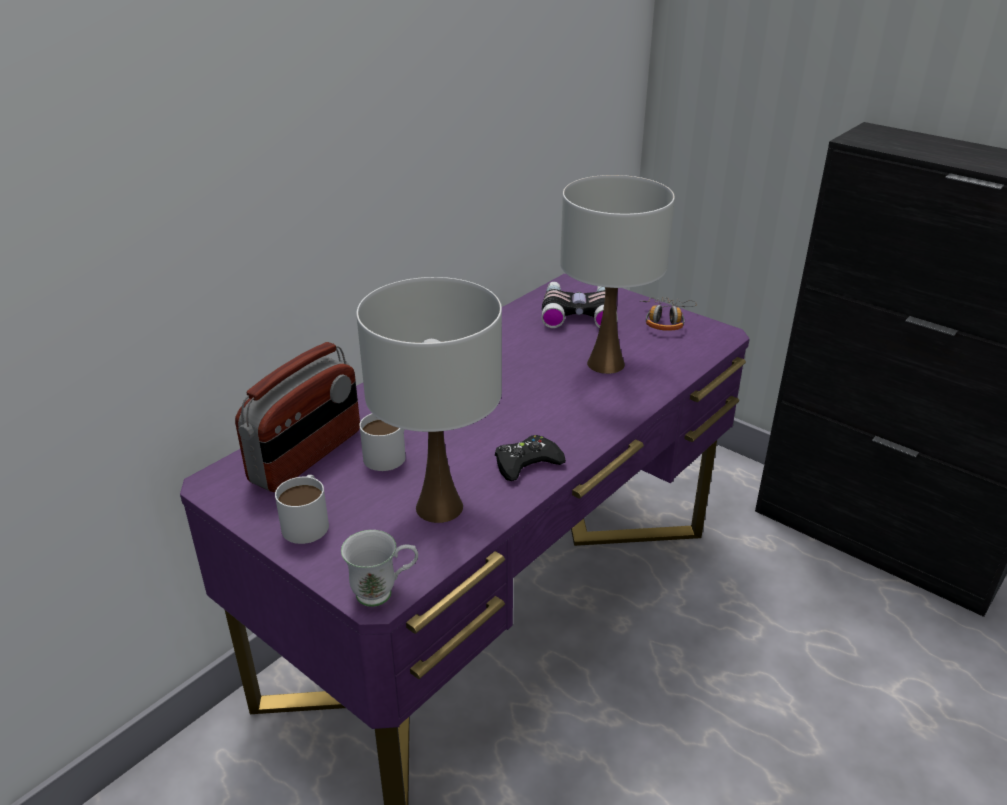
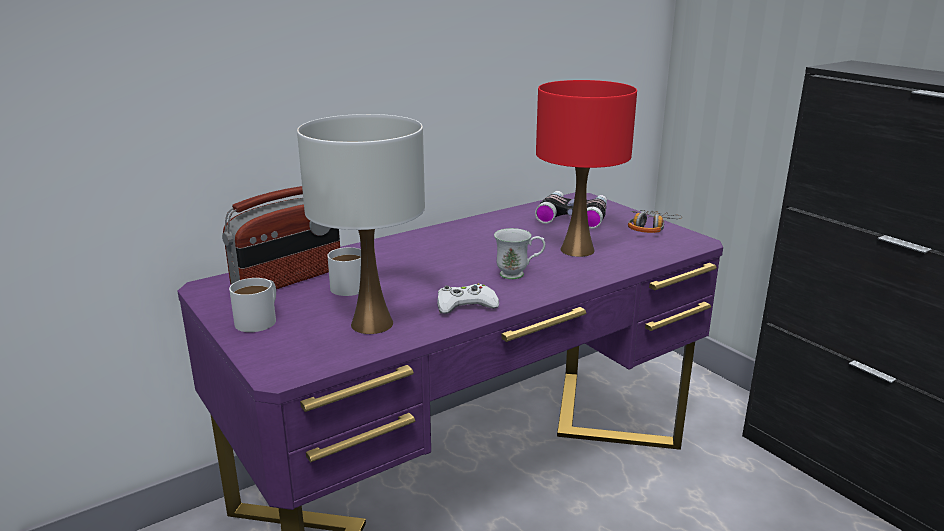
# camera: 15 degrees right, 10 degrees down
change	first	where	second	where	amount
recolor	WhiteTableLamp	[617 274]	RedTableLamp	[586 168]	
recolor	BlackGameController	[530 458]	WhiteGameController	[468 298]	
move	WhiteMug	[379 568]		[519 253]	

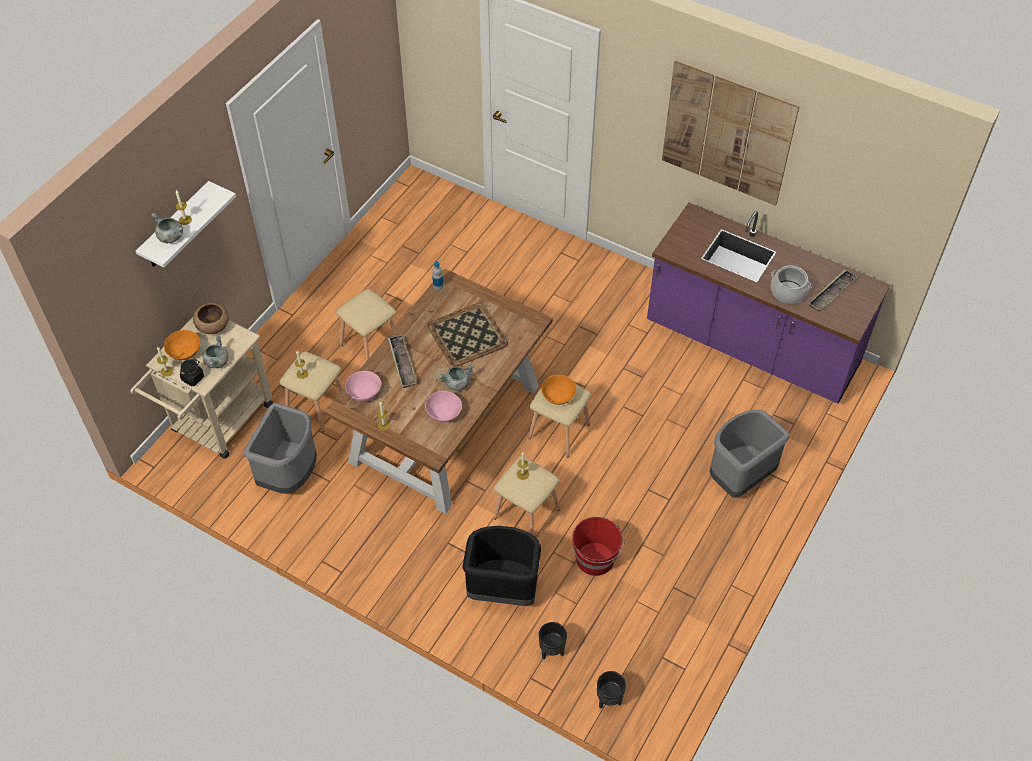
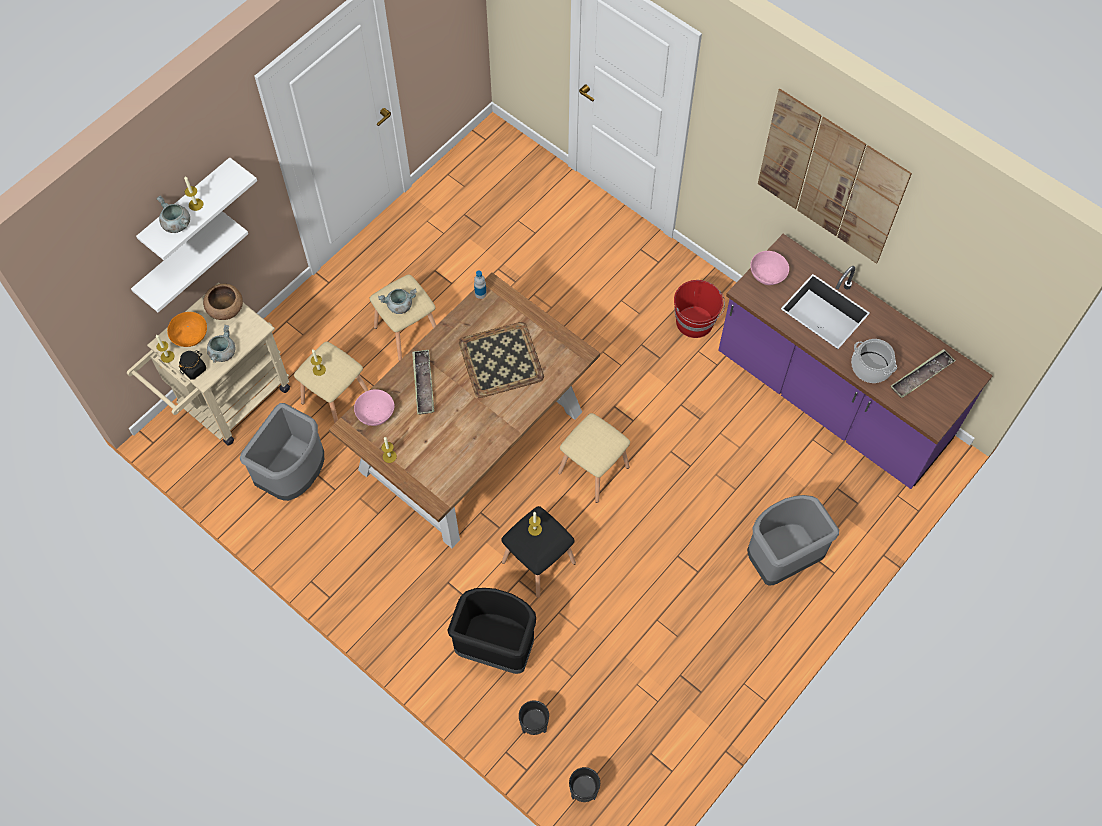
# camera: 10 degrees right, 10 degrees up
change	first	where	second	where	amount
move	GreyCookingPot	[456 377]		[397 301]	
delete	OrangeBowl	[559 390]			
move	PinkBowl	[443 407]		[769 268]	
recolor	BeigeStool	[526 496]	BlackStool	[538 552]	
move	RedBucket	[598 546]		[699 309]	
insert			WhiteShelf	[189 261]	

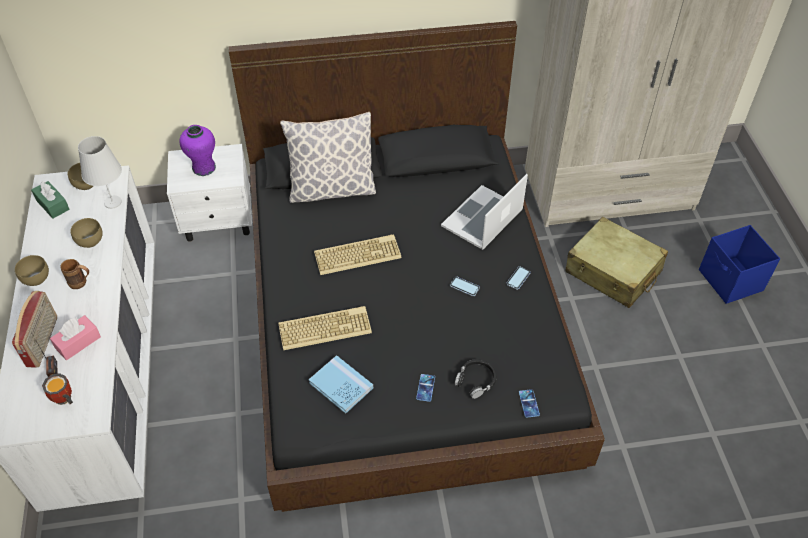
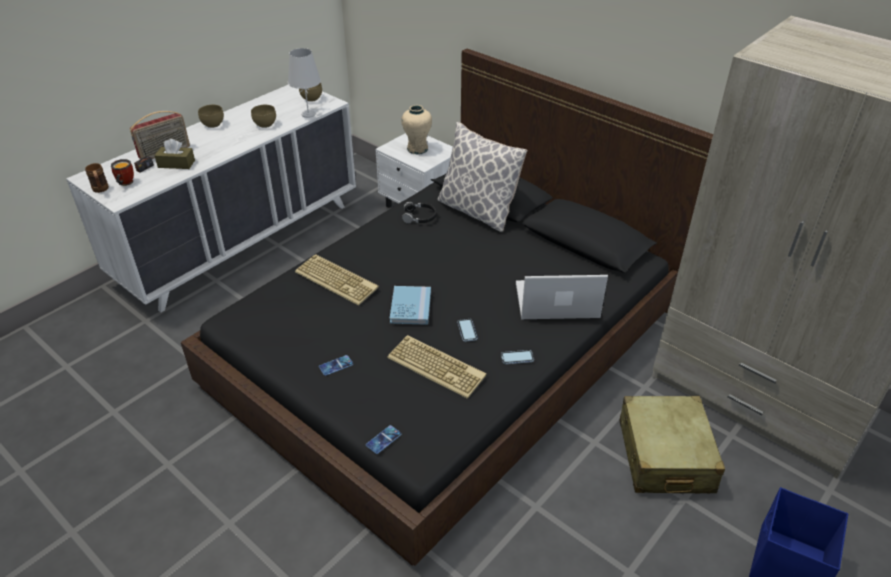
# camera: 50 degrees right, 10 degrees down
change	first	where	second	where	amount
recolor	PurpleVase	[197 150]	BeigeVase	[416 129]	
delete	GreenTissueBox	[50 200]			
move	Keyboard	[358 254]		[437 367]	
move	BrownMug	[74 274]		[97 178]	
recolor	PinkTissueBox	[75 337]	BrownTissueBox	[174 154]	
move	BlueBook	[341 384]		[410 305]	
move	BlackHeadphones	[475 379]		[419 213]	

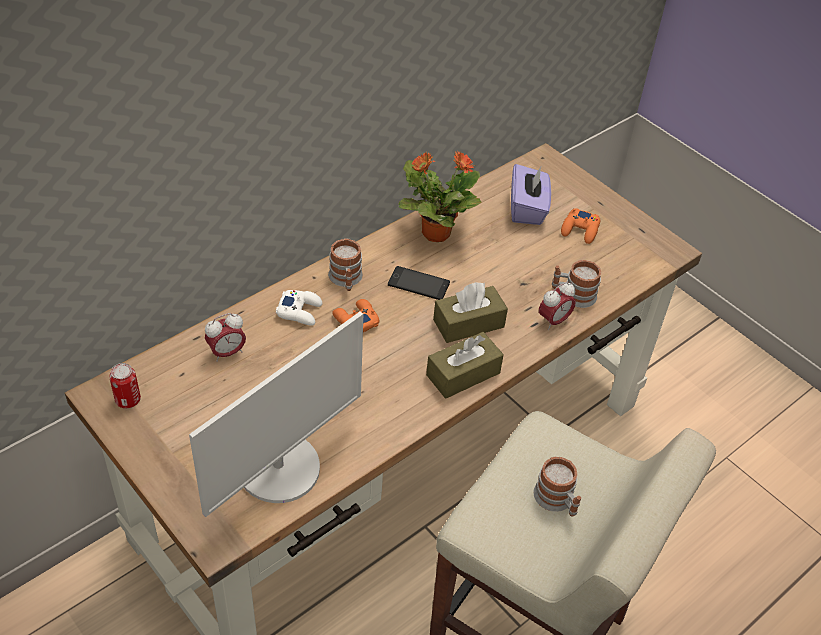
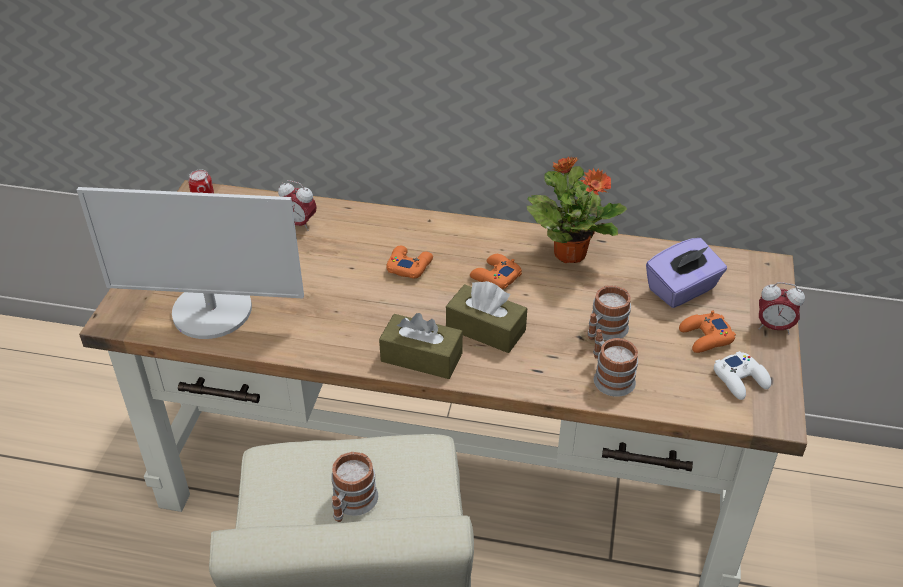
# camera: 55 degrees right, 5 degrees down
change	first	where	second	where	amount
move	Mug	[345 265]		[609 313]	
replace	Phone	[419 283]	OrangeGameController	[496 271]	
move	AlarmClock	[557 306]		[781 308]	
move	WhiteGameController	[299 308]		[742 375]	

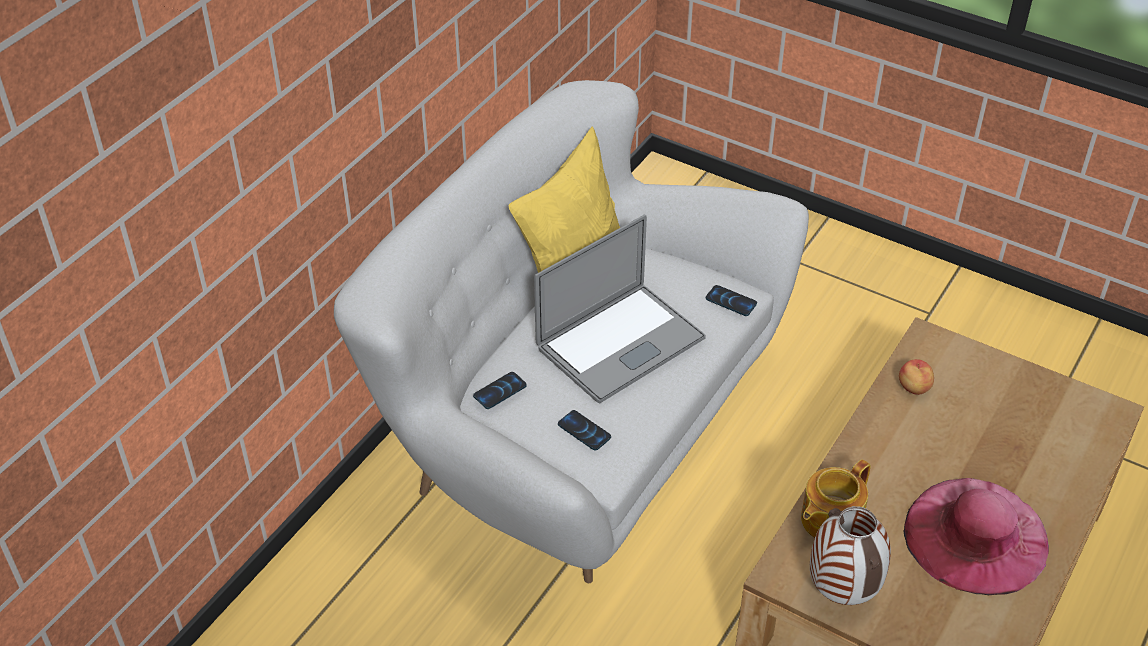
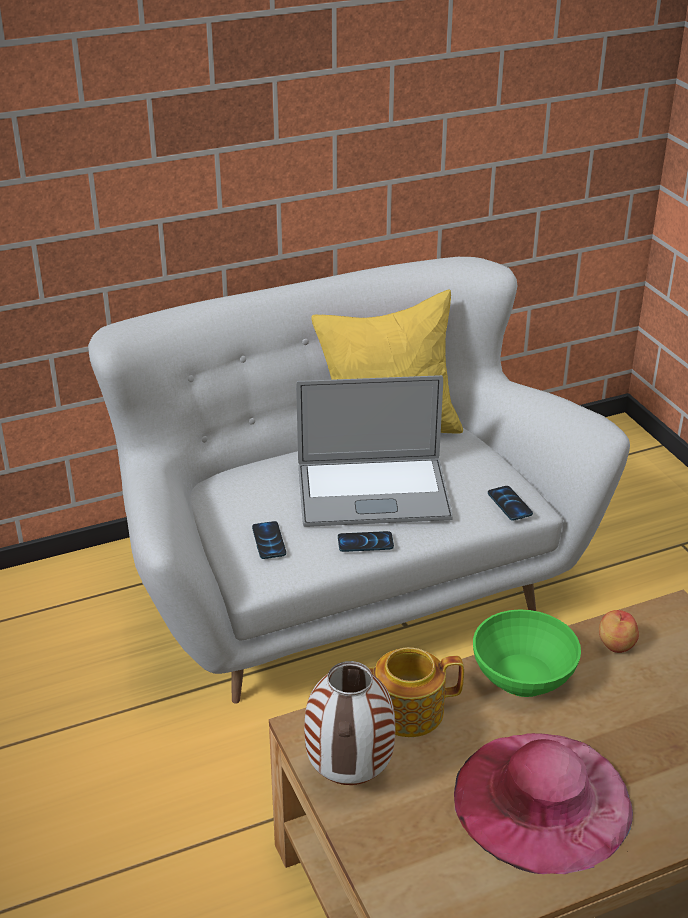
# camera: 35 degrees right, 10 degrees down
change	first	where	second	where	amount
move	Phone	[500 390]		[366 541]	
insert			GreenBowl	[527 653]	

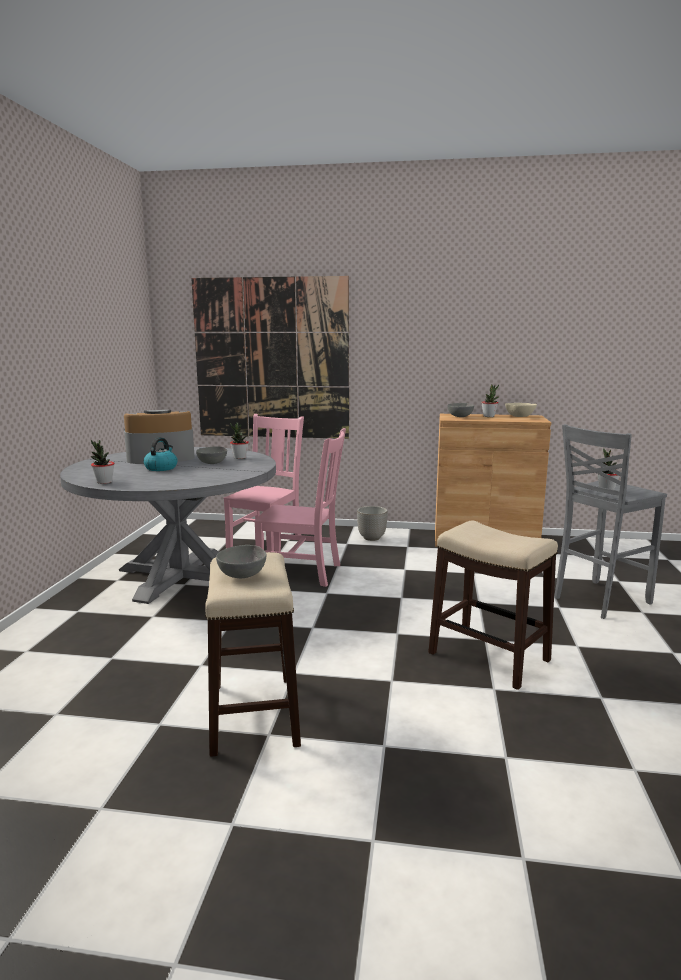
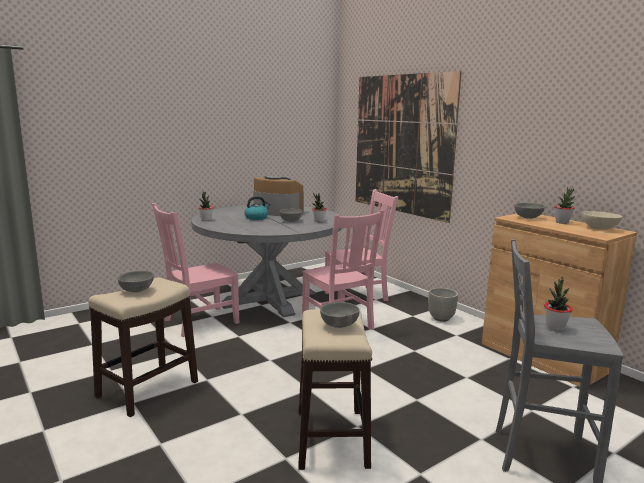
# camera: 45 degrees right, 0 degrees up
change	first	where	second	where	amount
insert			PinkChair	[196 270]	
insert			GreyBowl	[340 315]	

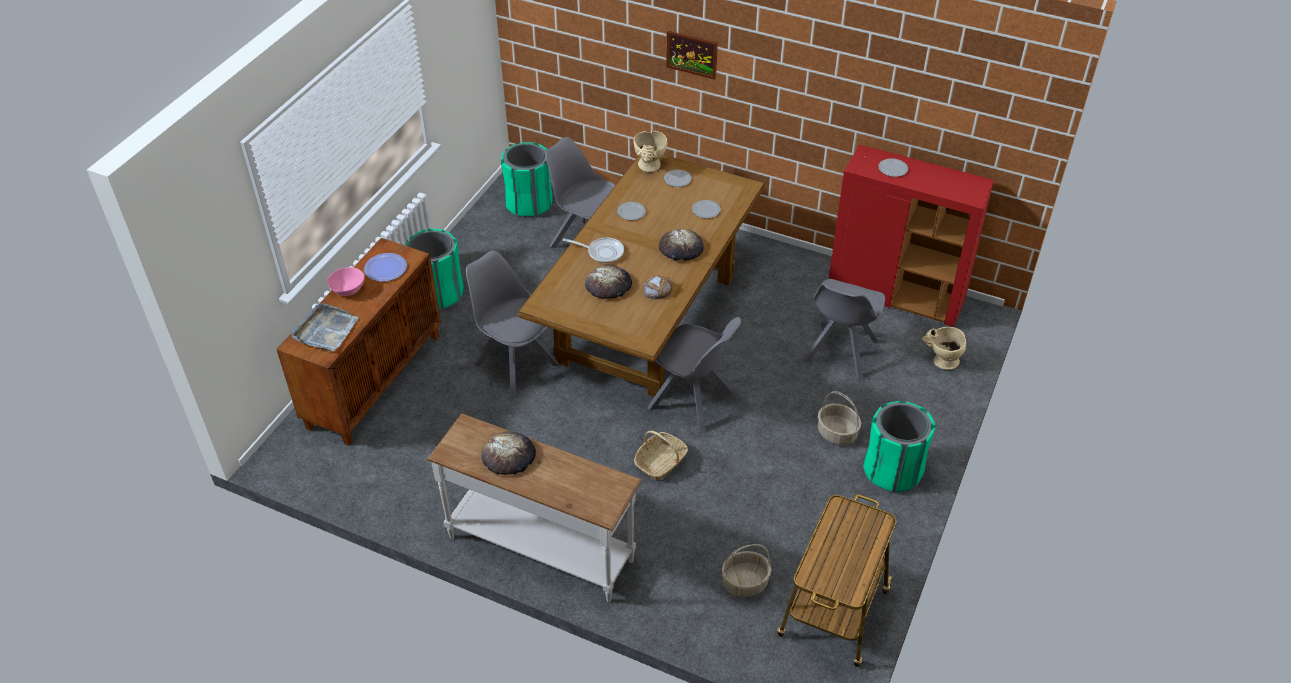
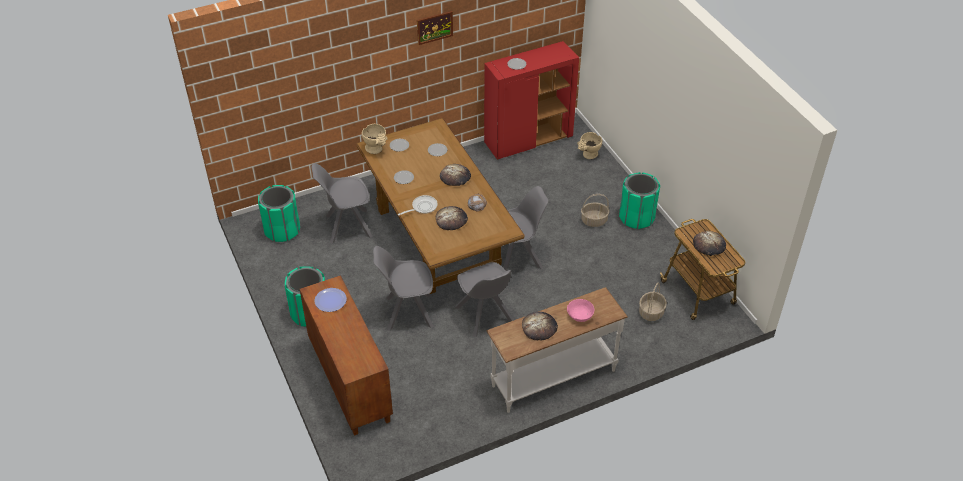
# camera: 50 degrees left, 0 degrees up
change	first	where	second	where	amount
move	Picture	[692 55]		[435 28]	
move	PinkBowl	[346 281]		[580 310]	
move	GreyChair	[844 329]		[484 299]	
delete	GreyTray	[325 327]			
delete	Basket	[661 455]			
insert			Bread	[709 243]	

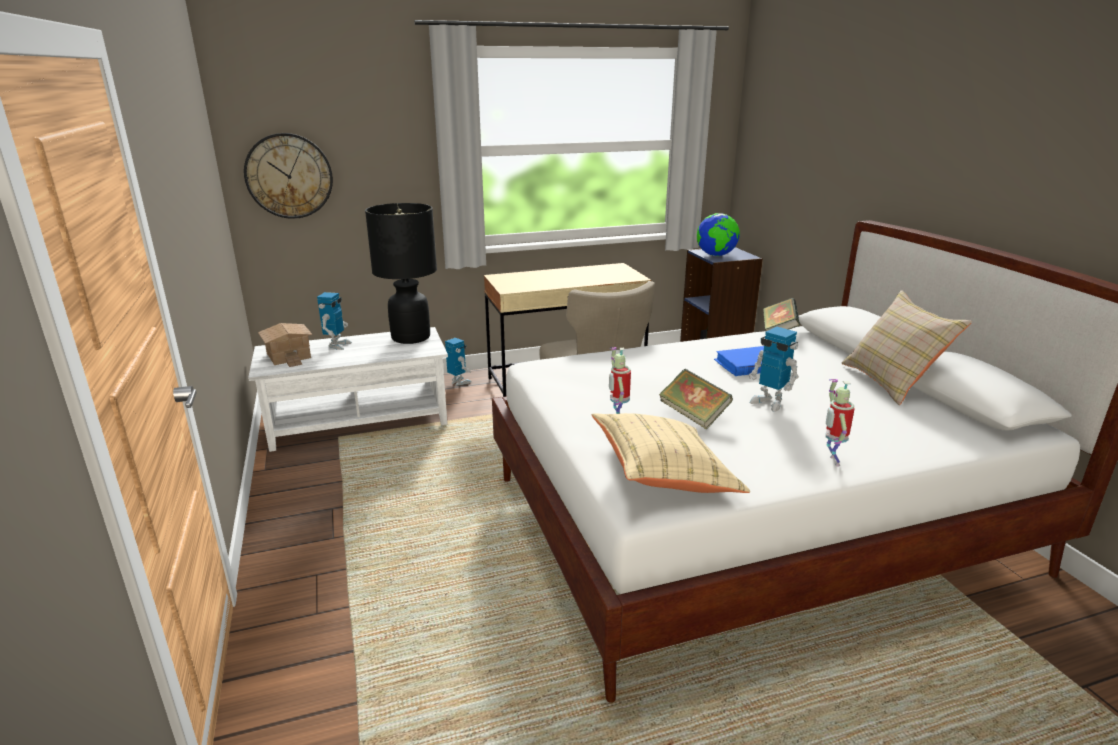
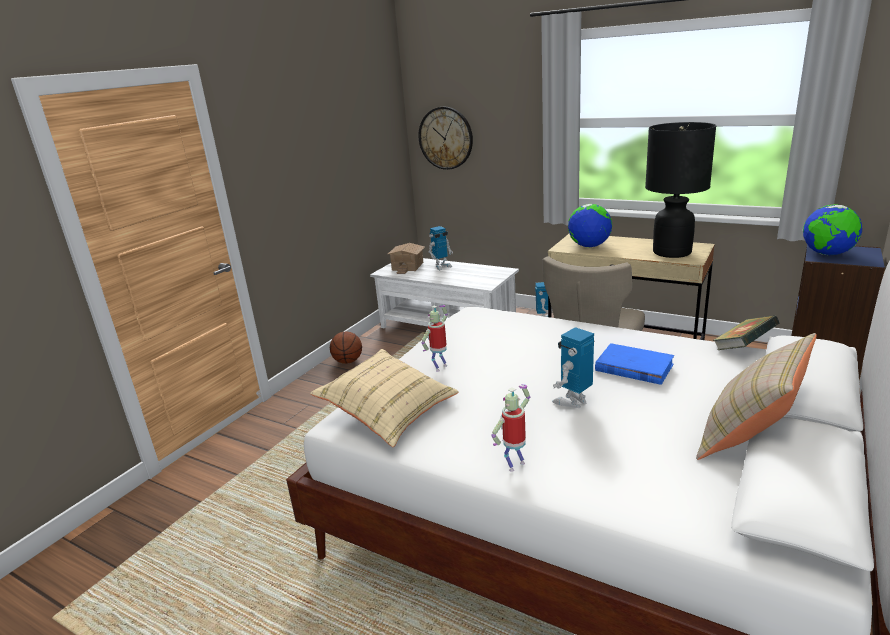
# camera: 50 degrees right, 0 degrees up
change	first	where	second	where	amount
move	BlackTableLamp	[401 273]		[680 190]	
rotate	ToyRobot	[774 369]		[573 367]	45 degrees clockwise
delete	Book	[696 399]			
insert			Globe	[590 226]	
insert			Basketball	[346 347]	

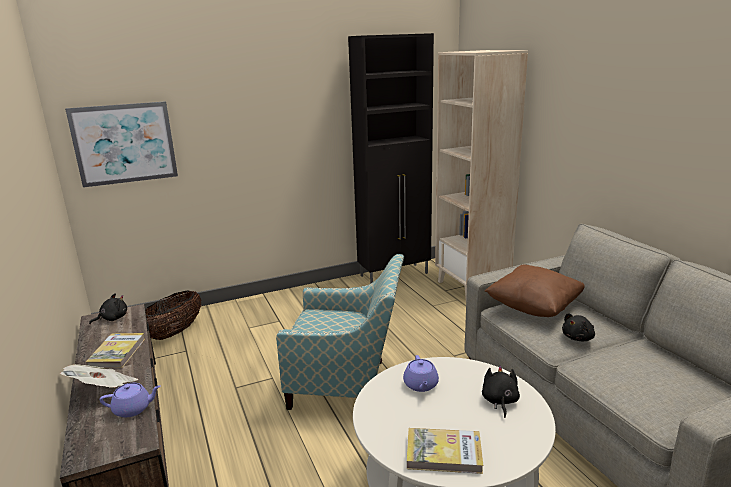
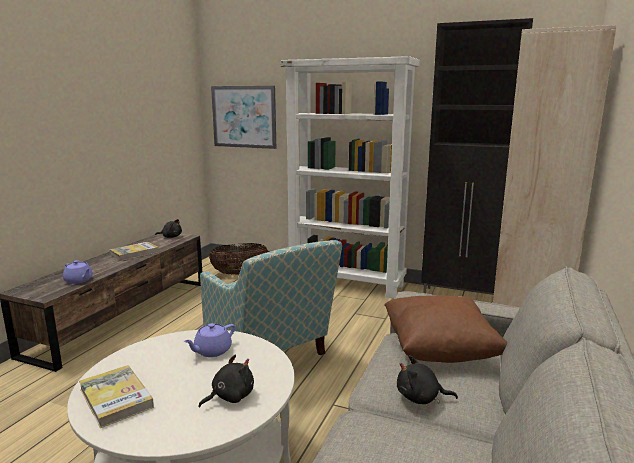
# camera: 45 degrees right, 5 degrees down
change	first	where	second	where	amount
delete	Newspaper	[99 376]			
insert			WhiteBookcase	[350 177]	

